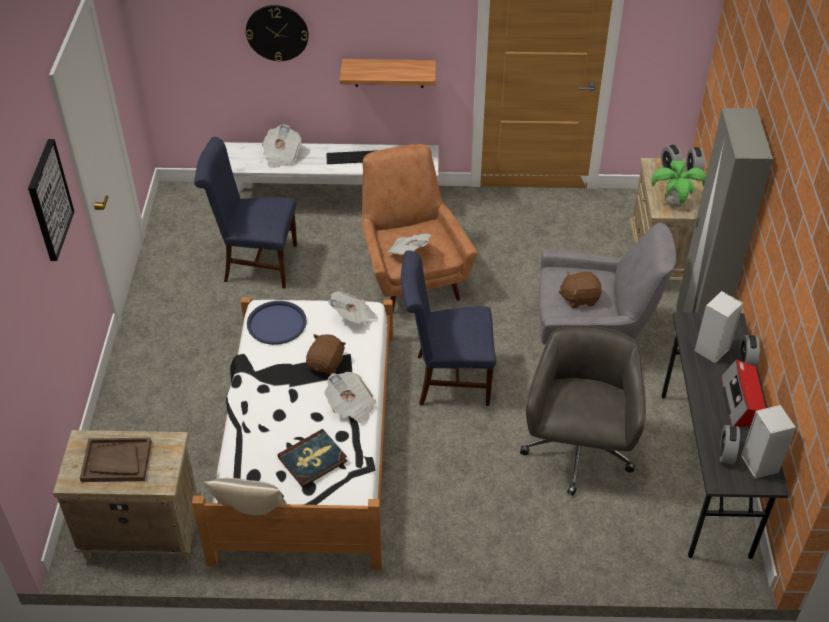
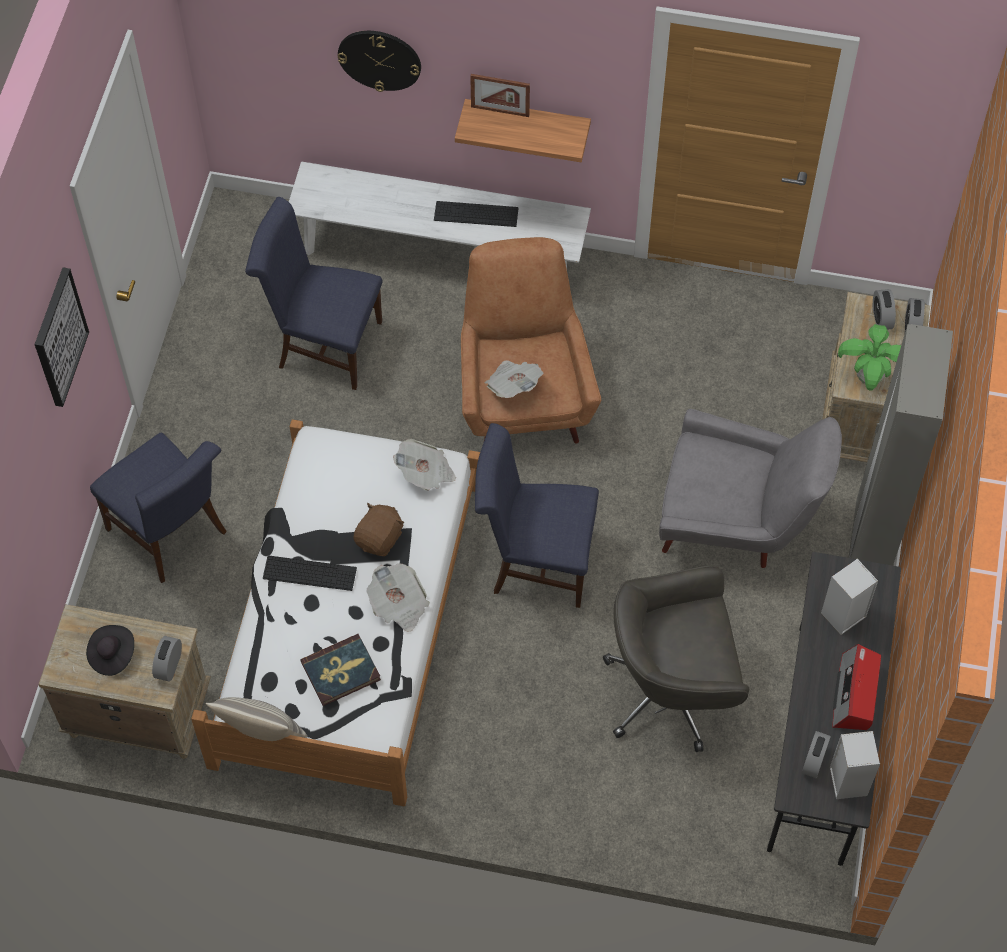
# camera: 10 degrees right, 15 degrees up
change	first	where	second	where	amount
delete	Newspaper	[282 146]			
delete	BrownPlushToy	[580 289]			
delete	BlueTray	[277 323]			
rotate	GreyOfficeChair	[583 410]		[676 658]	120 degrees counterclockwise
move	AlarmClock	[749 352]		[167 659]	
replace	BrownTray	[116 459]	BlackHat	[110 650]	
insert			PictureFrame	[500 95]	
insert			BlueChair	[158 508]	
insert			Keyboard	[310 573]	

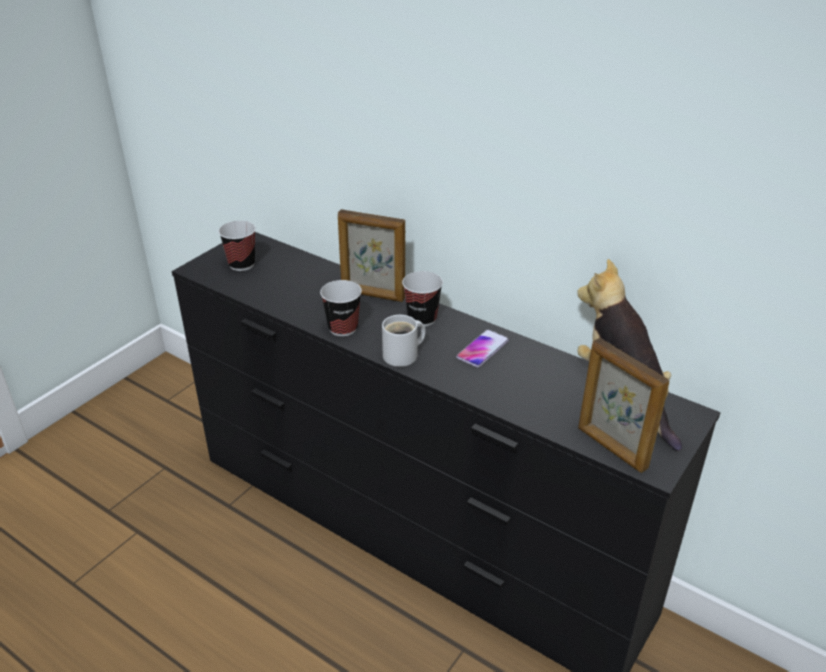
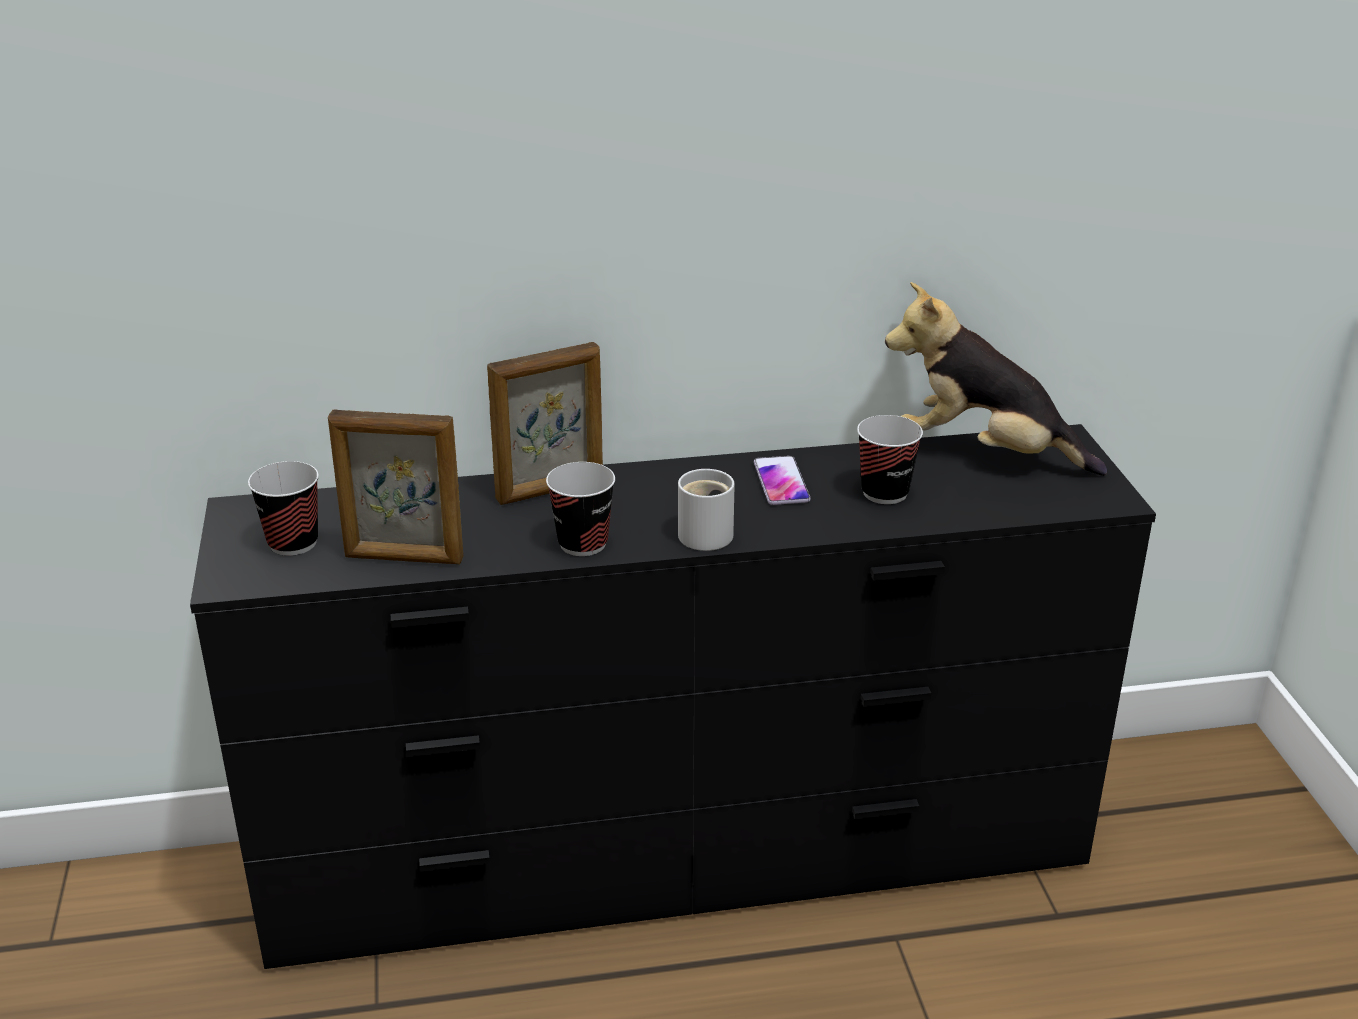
# camera: 45 degrees left, 5 degrees down
change	first	where	second	where	amount
move	Cup	[422 299]		[890 459]	
move	PictureFrame	[624 405]		[395 486]	

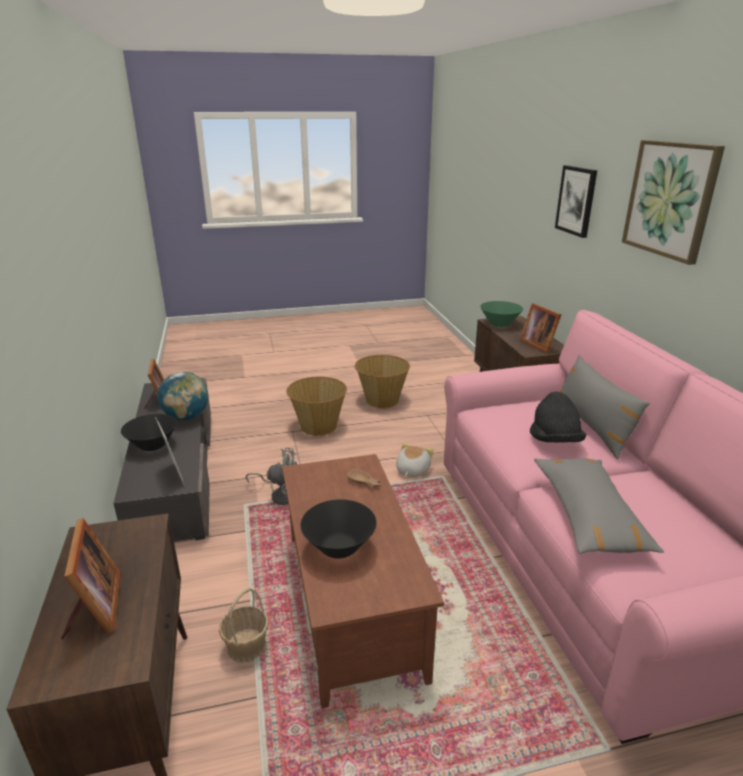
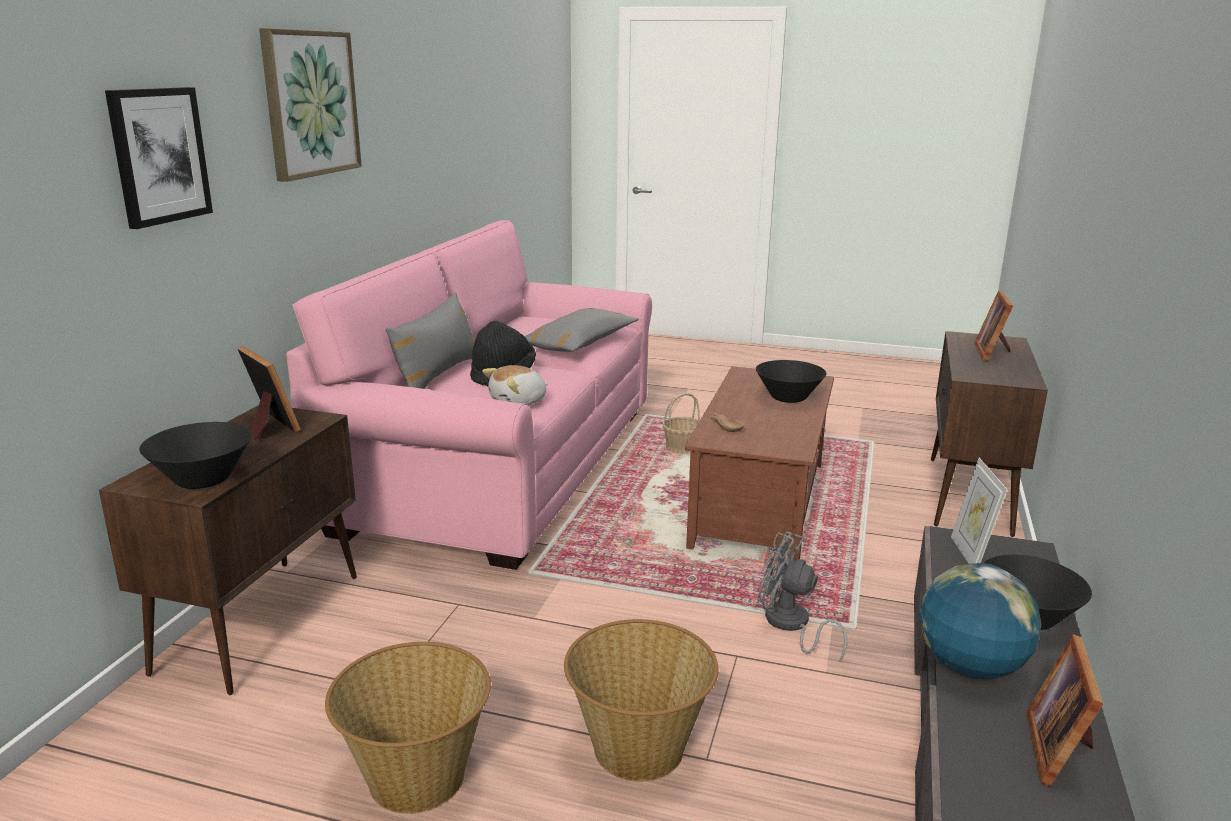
# camera: 150 degrees left, 5 degrees down
change	first	where	second	where	amount
recolor	GreenBowl	[501 314]	BlackBowl	[195 455]	
rotate	PictureFrame	[540 328]		[269 393]	45 degrees counterclockwise
move	PlushToy	[415 460]		[515 385]	
move	Basket	[243 625]		[681 423]	

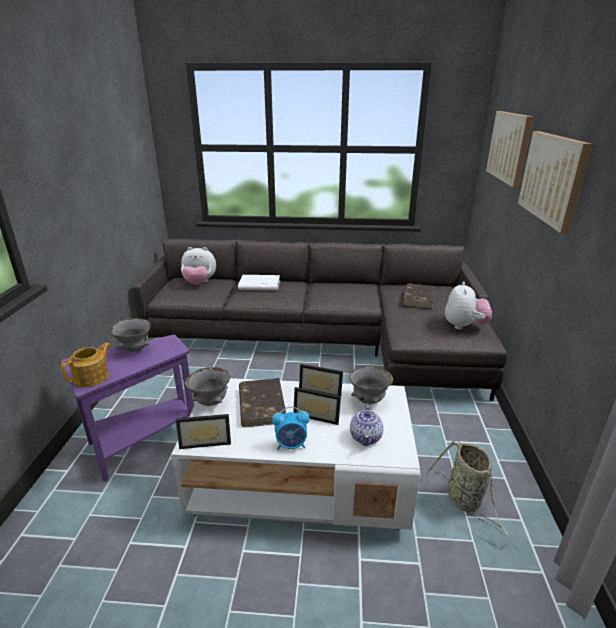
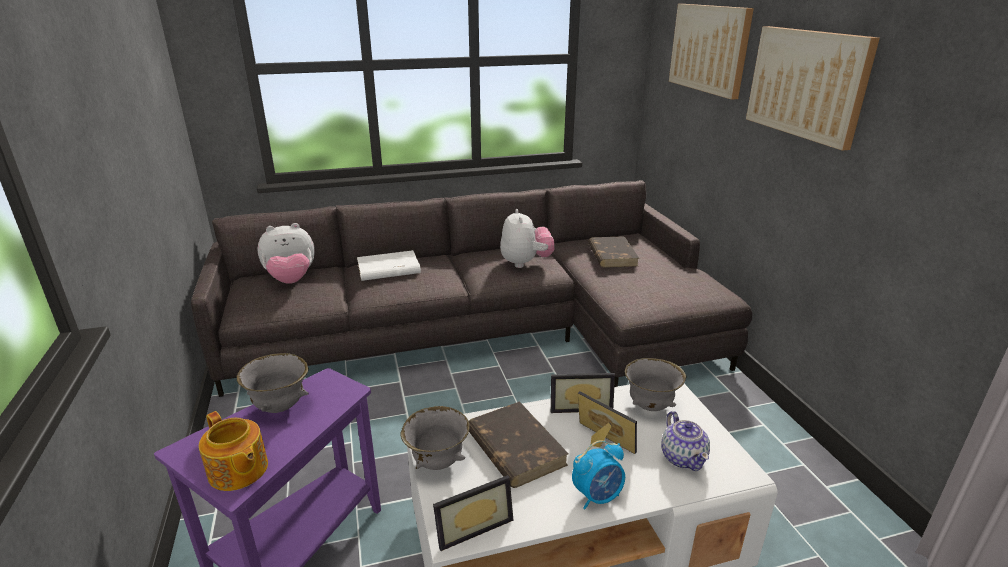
# camera: 20 degrees left, 0 degrees up
change	first	where	second	where	amount
move	PlushToy	[468 306]		[527 238]	
rotate	Teapot	[85 364]		[233 451]	120 degrees clockwise
rotate	PictureFrame	[317 406]		[607 422]	135 degrees counterclockwise
delete	Basket	[469 490]			

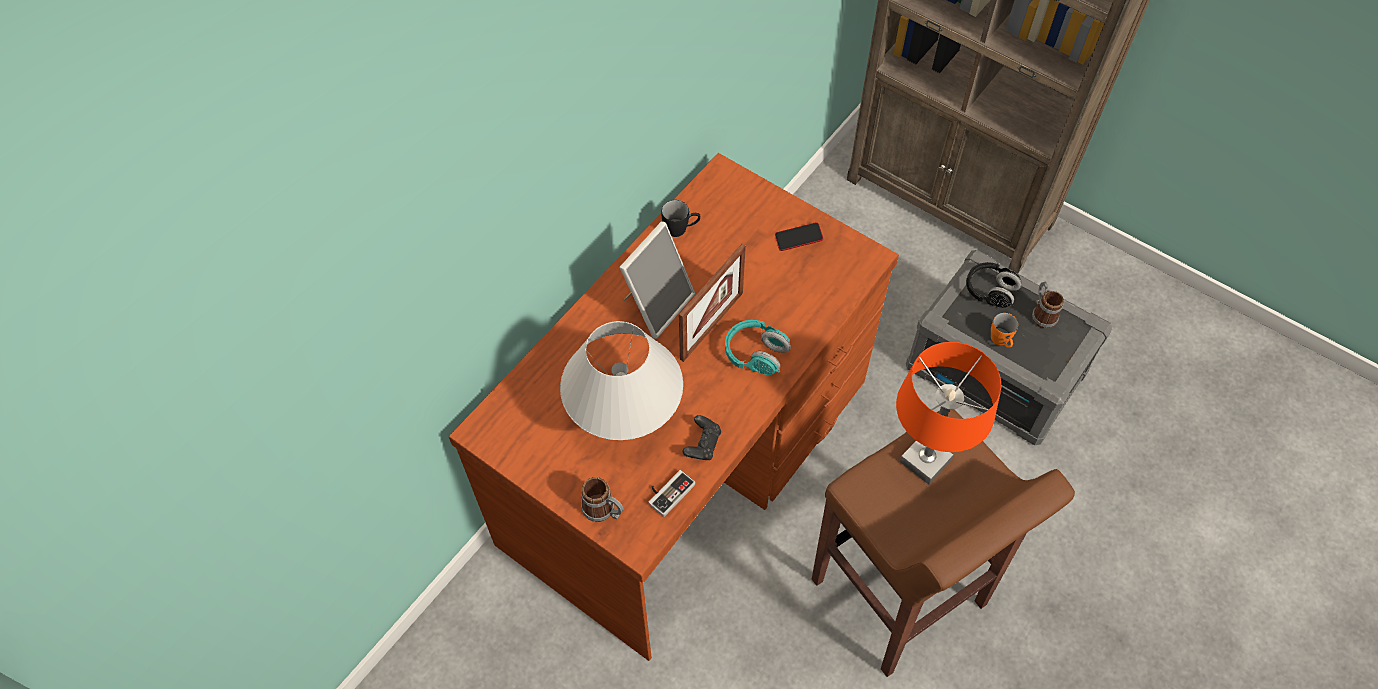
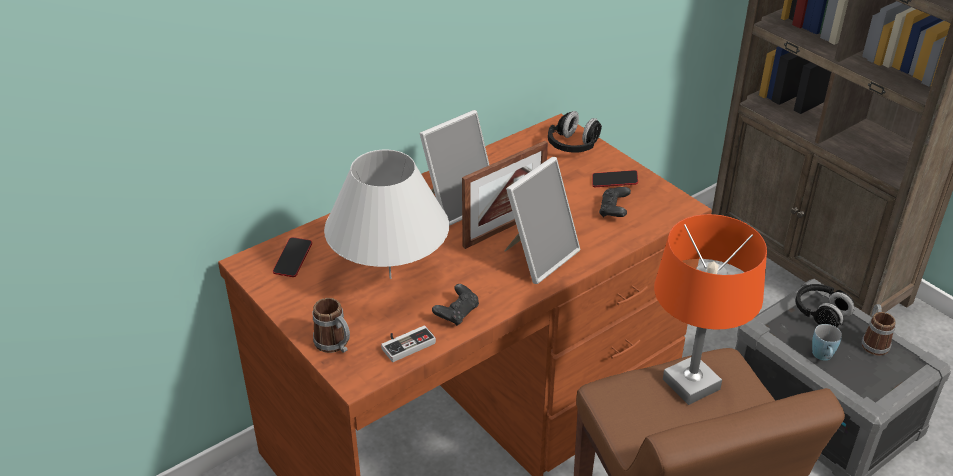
# camera: 15 degrees right, 20 degrees down
change	first	where	second	where	amount
delete	BlackMug	[680 218]			
recolor	OrangeMug	[1004 330]	BlueMug	[827 342]	
replace	TurquoiseHeadphones	[758 347]	PictureFrame	[542 220]	
insert			BlackHeadphones	[575 132]	
insert			BlackGameController	[615 202]	
insert			Phone	[292 257]	

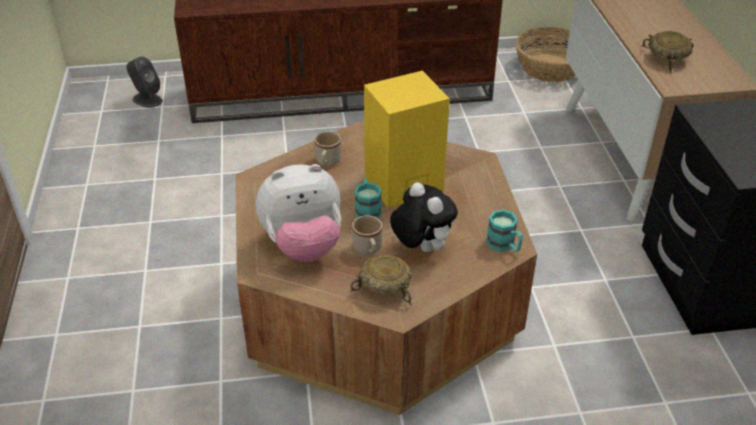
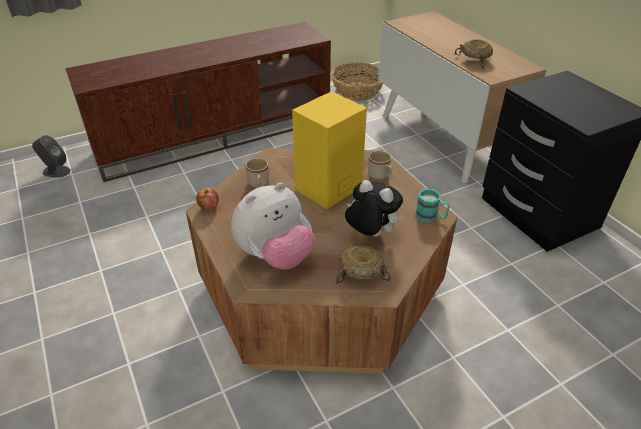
# camera: 20 degrees left, 0 degrees up
change	first	where	second	where	amount
delete	TurquoiseMug	[368 198]			
move	BeigeMug	[367 235]		[380 165]	
insert			Apple	[207 199]	

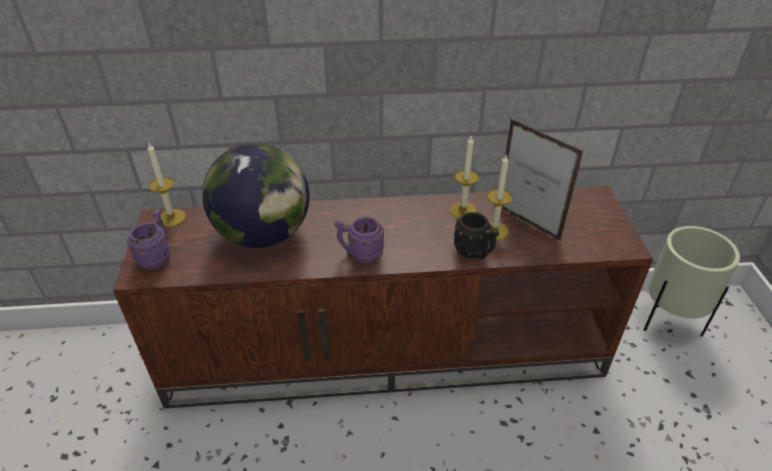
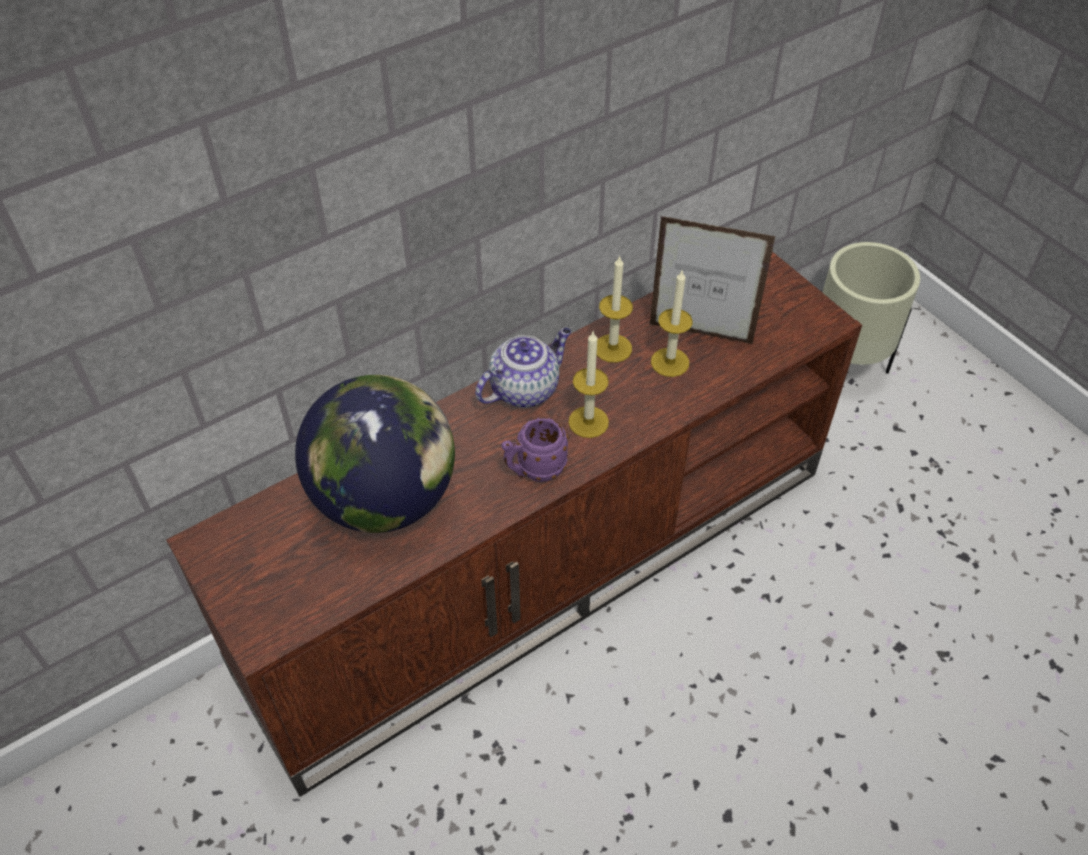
# camera: 30 degrees left, 10 degrees up
change	first	where	second	where	amount
move	Candle	[166 185]		[588 385]	
delete	PurpleMug	[149 239]			
delete	BlackMug	[476 236]			
insert			Teapot	[523 368]	

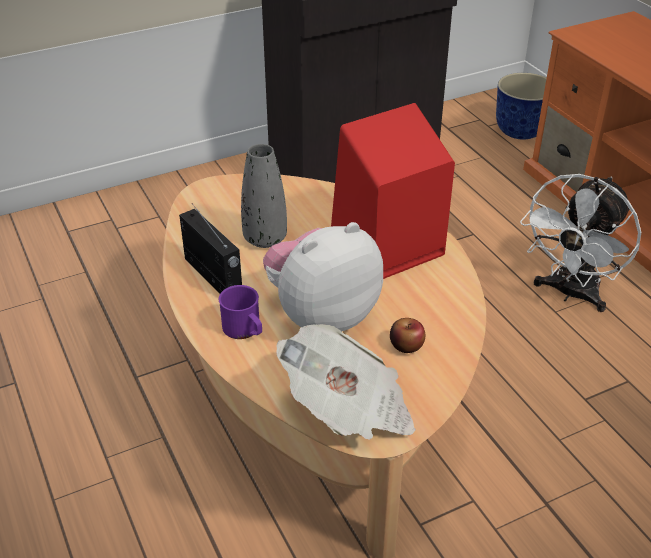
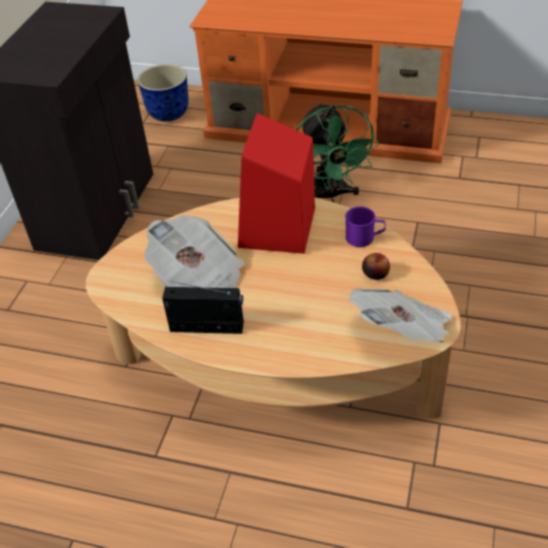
# camera: 45 degrees left, 5 degrees up
change	first	where	second	where	amount
replace	GreyVase	[264 196]	Newspaper	[194 251]	
recolor	WhiteFan	[580 243]	GreenFan	[337 152]	
delete	PlushToy	[323 277]			
move	PurpleMug	[240 312]		[365 227]	

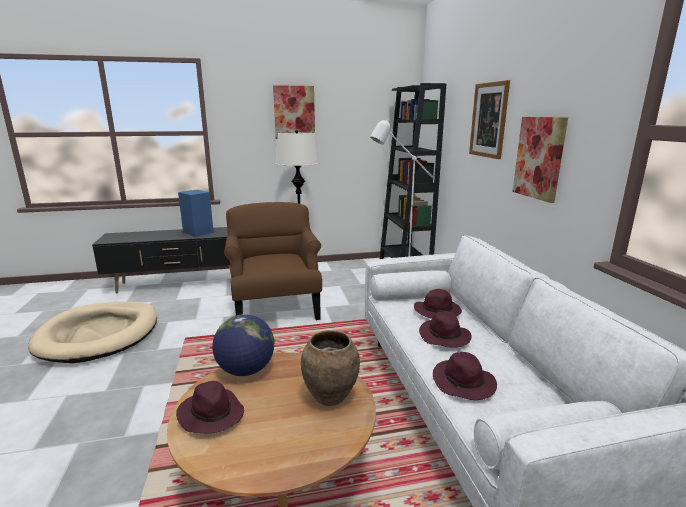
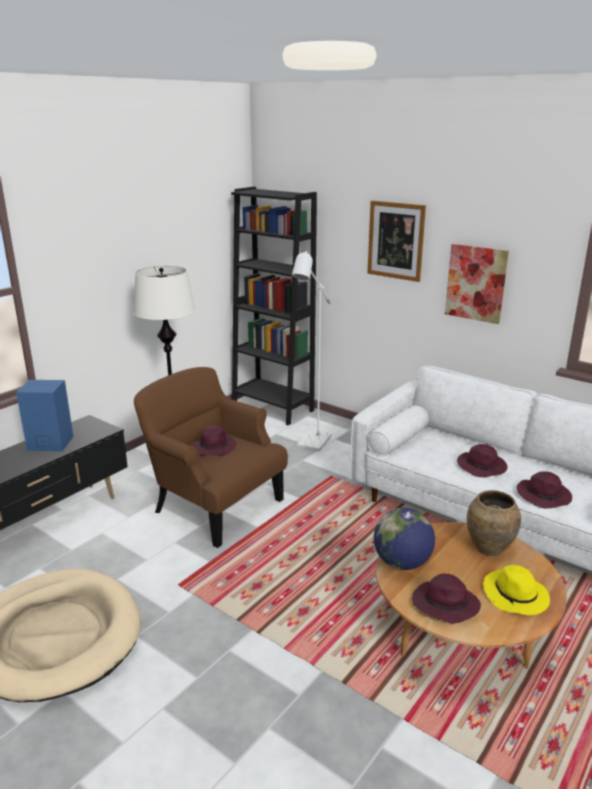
# camera: 40 degrees left, 5 degrees up
change	first	where	second	where	amount
delete	Picture	[294 112]			
move	PurpleHat	[438 304]		[213 440]	
insert			YellowHat	[516 590]	

